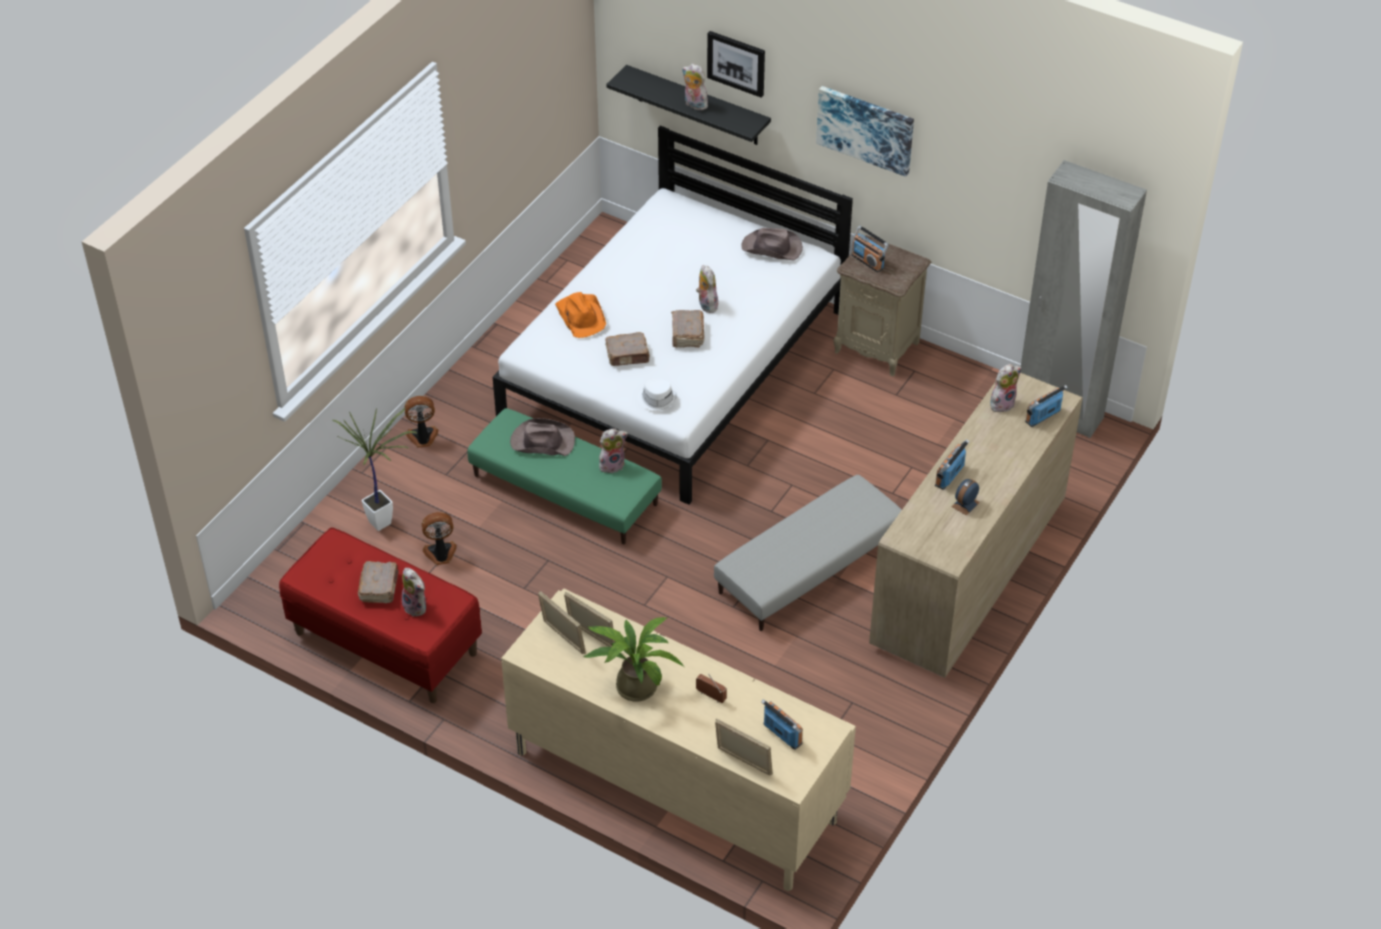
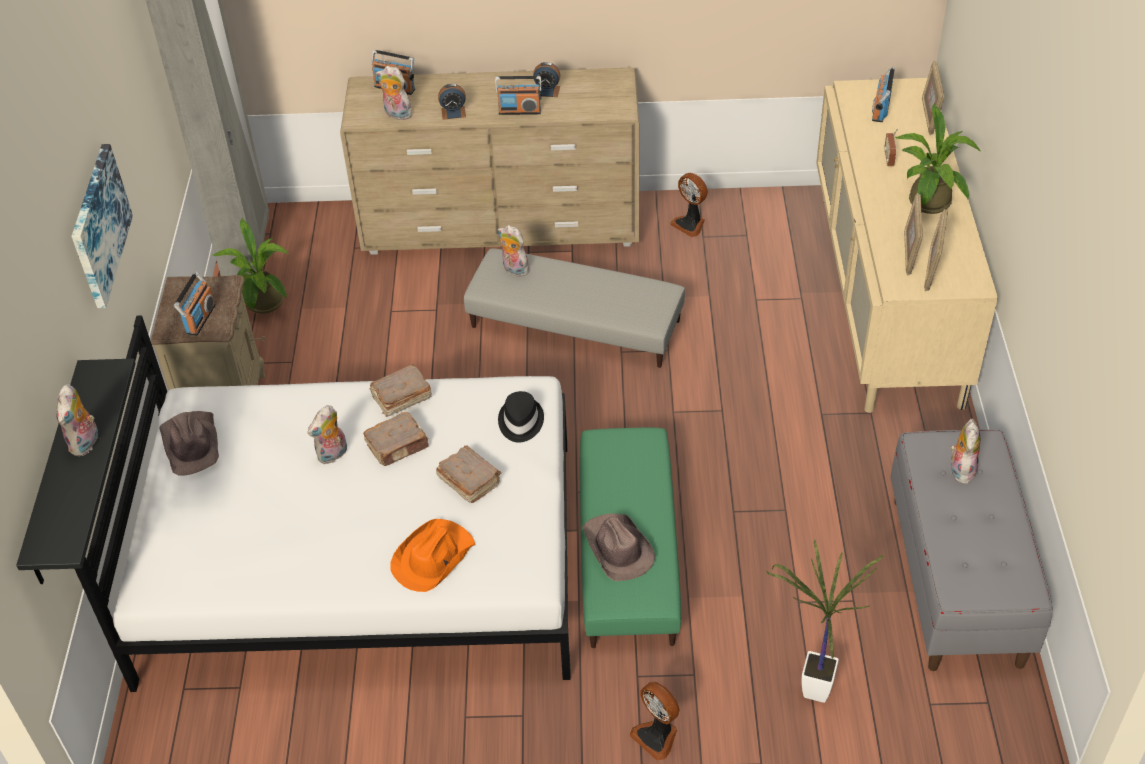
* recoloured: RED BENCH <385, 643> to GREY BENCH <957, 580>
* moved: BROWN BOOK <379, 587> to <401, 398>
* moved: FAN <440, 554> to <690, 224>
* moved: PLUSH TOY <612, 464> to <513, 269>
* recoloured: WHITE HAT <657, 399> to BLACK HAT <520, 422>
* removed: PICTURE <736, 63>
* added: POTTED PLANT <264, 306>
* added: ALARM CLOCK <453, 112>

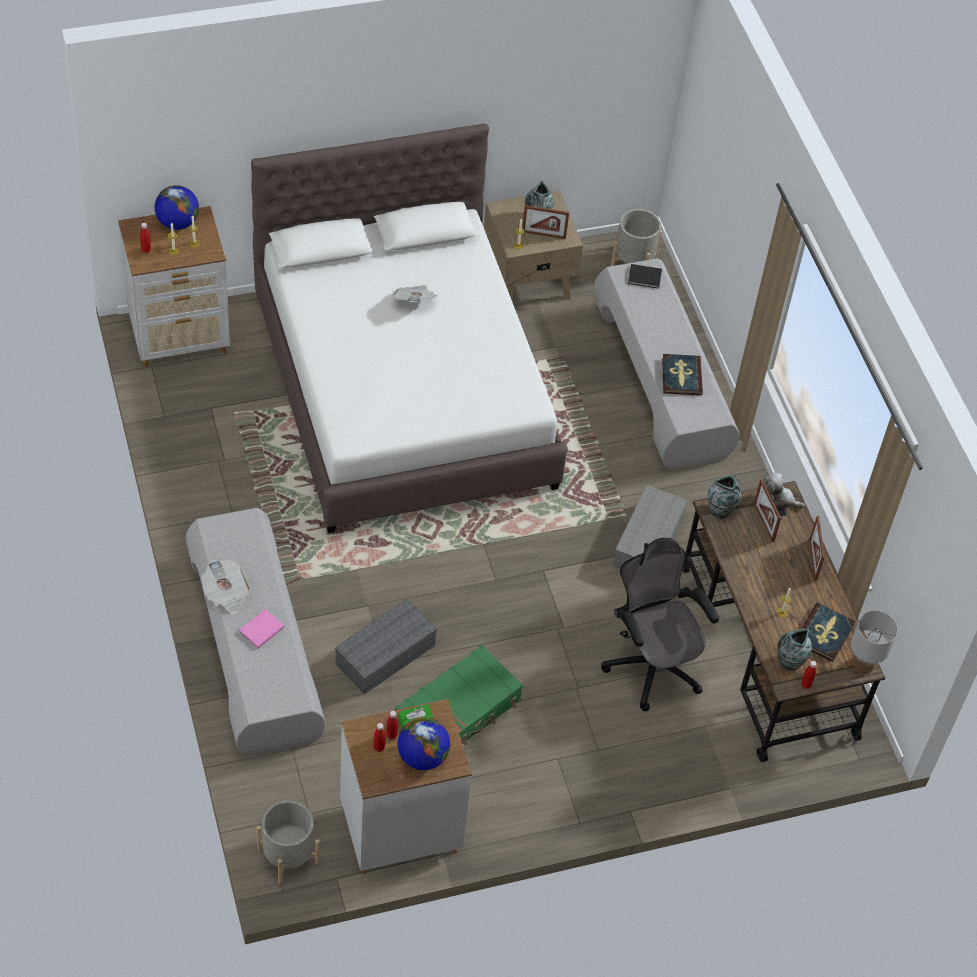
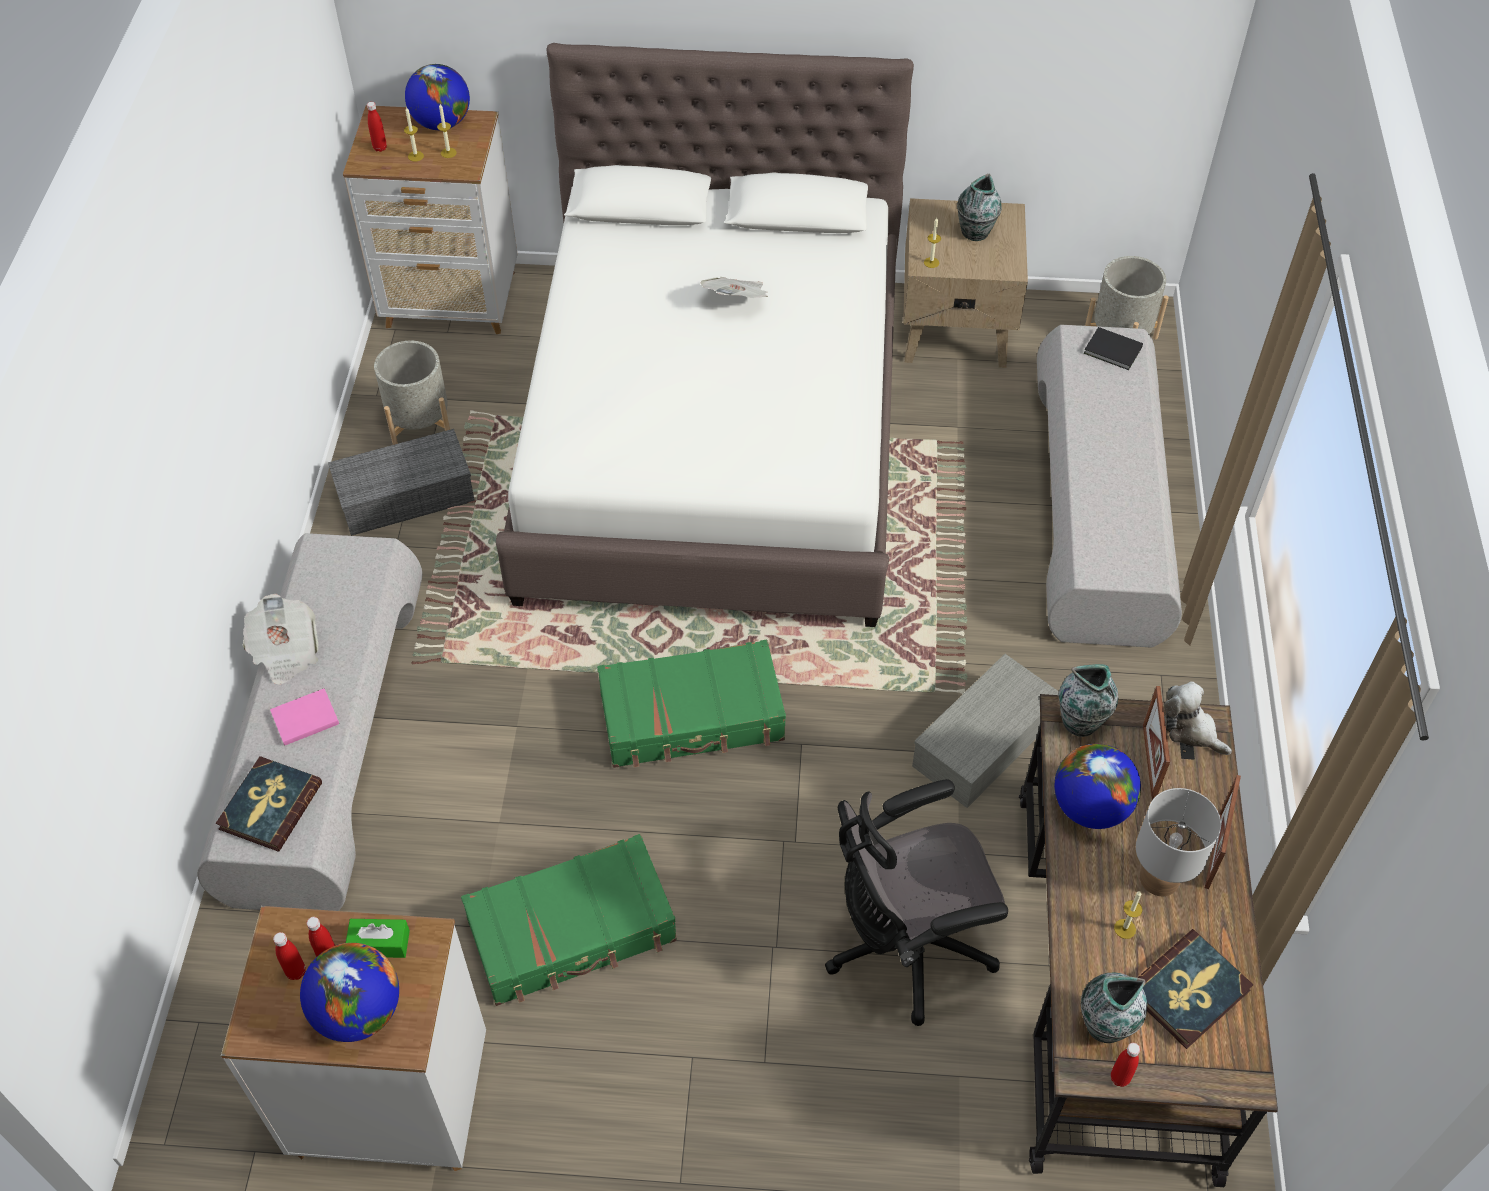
* moved: GREY PLANTER <288, 856> to <420, 424>
* moved: GREY STORAGE BOX <385, 653> to <407, 494>
* removed: PICTURE FRAME <543, 234>
* turned: OFFICE CHAIR <651, 666> = <909, 946> 105 degrees counterclockwise
* moved: BOOK <681, 376> to <270, 806>
* moved: GREY TABLE LAMP <863, 664> to <1160, 879>
* added: GREEN SUITCASE <692, 717>
* added: GLOBE <1090, 807>

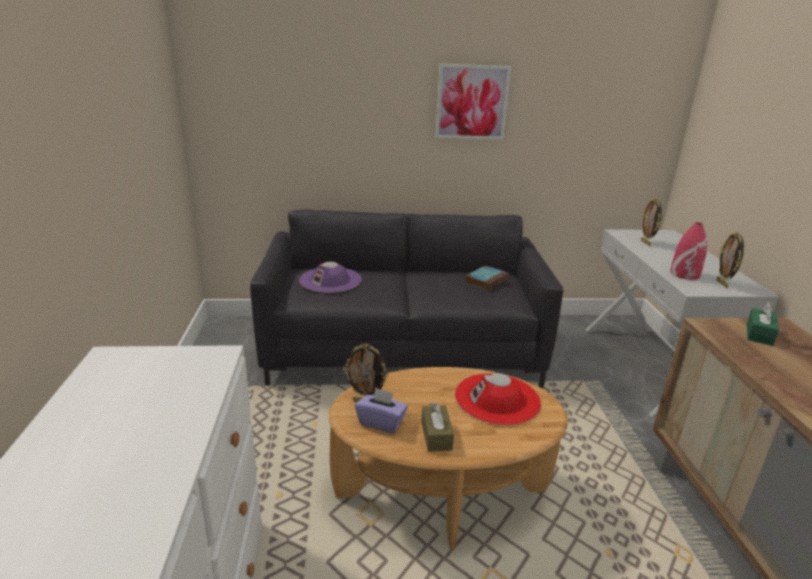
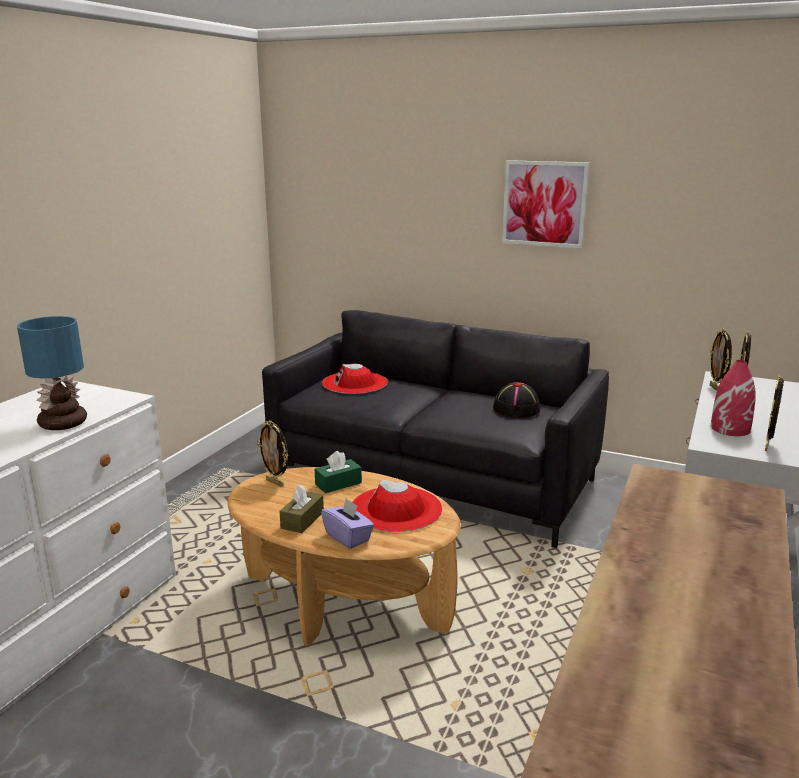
* recoloured: PURPLE HAT <330, 280> to RED HAT <355, 383>
* moved: PURPLE TISSUE BOX <381, 422> to <348, 537>
* replaced: BOOK <486, 280> to BLACK HAT <516, 409>
* moved: GREEN TISSUE BOX <759, 334> to <338, 484>
* added: TABLE LAMP <64, 422>
* added: PICTURE FRAME <715, 388>

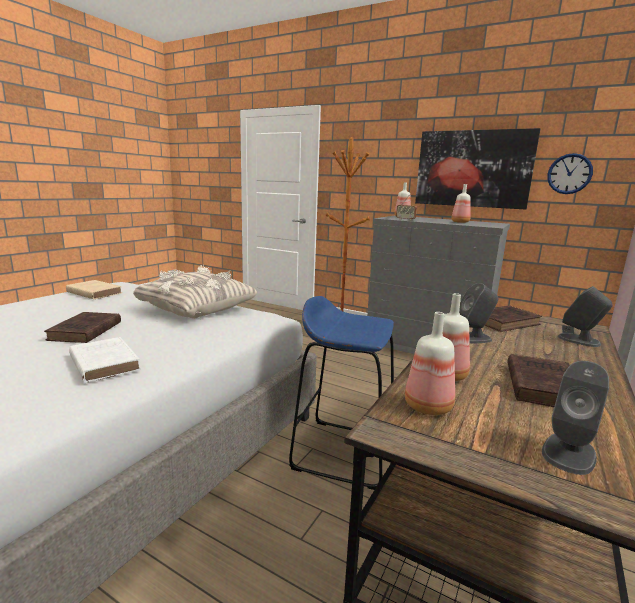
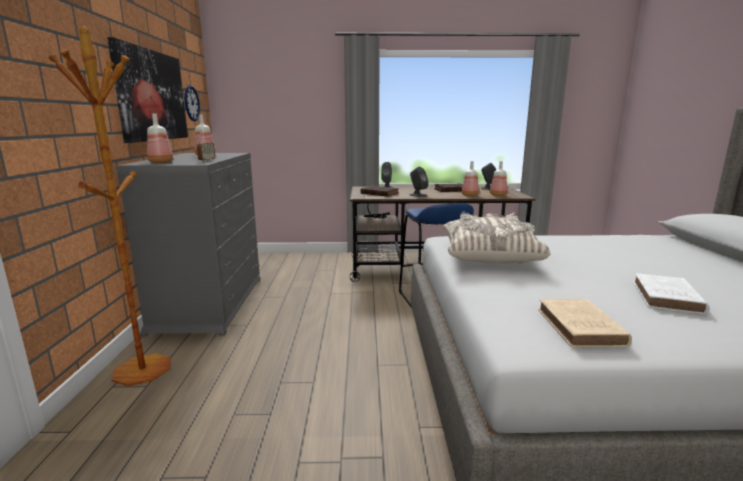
* removed: BROWN BOOK <84, 332>
* moved: WHITE BOOK <104, 362> to <667, 298>

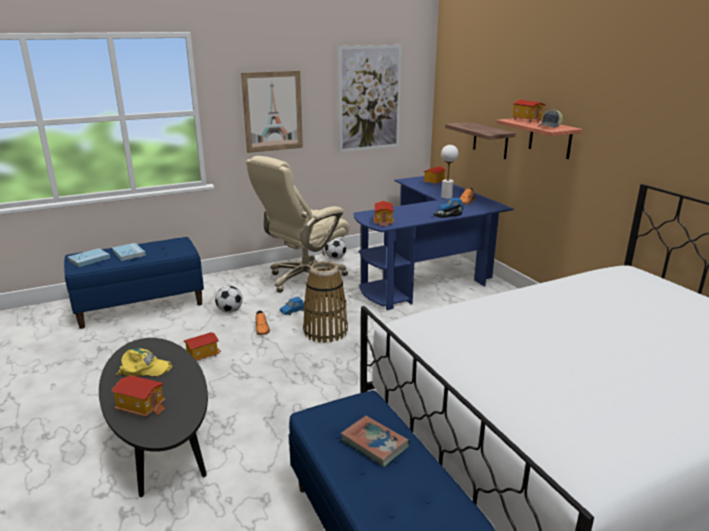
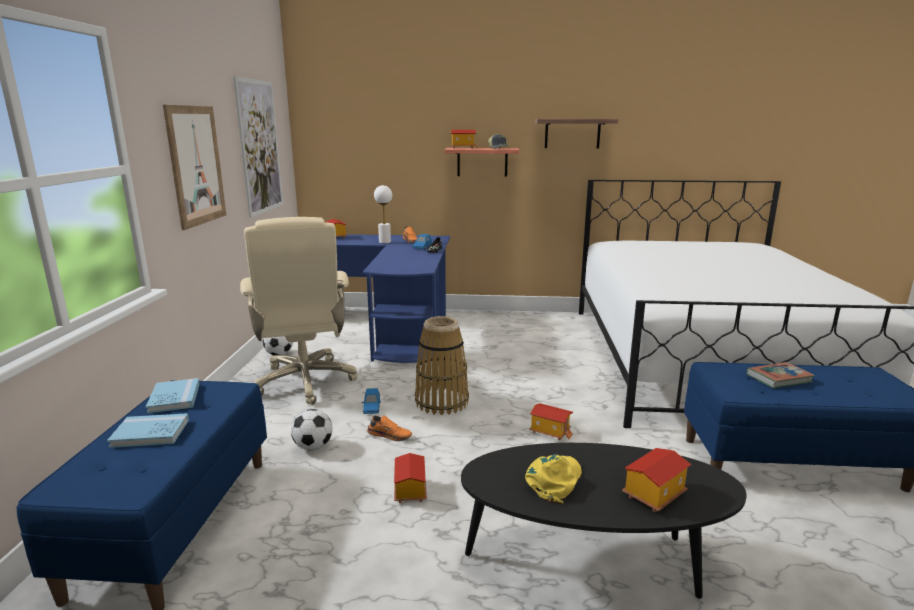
* moved: BLUE BOOK <89, 259> to <174, 398>
* moved: TOY HOUSE <383, 222> to <550, 431>
* moved: SHELF <490, 140> to <572, 133>

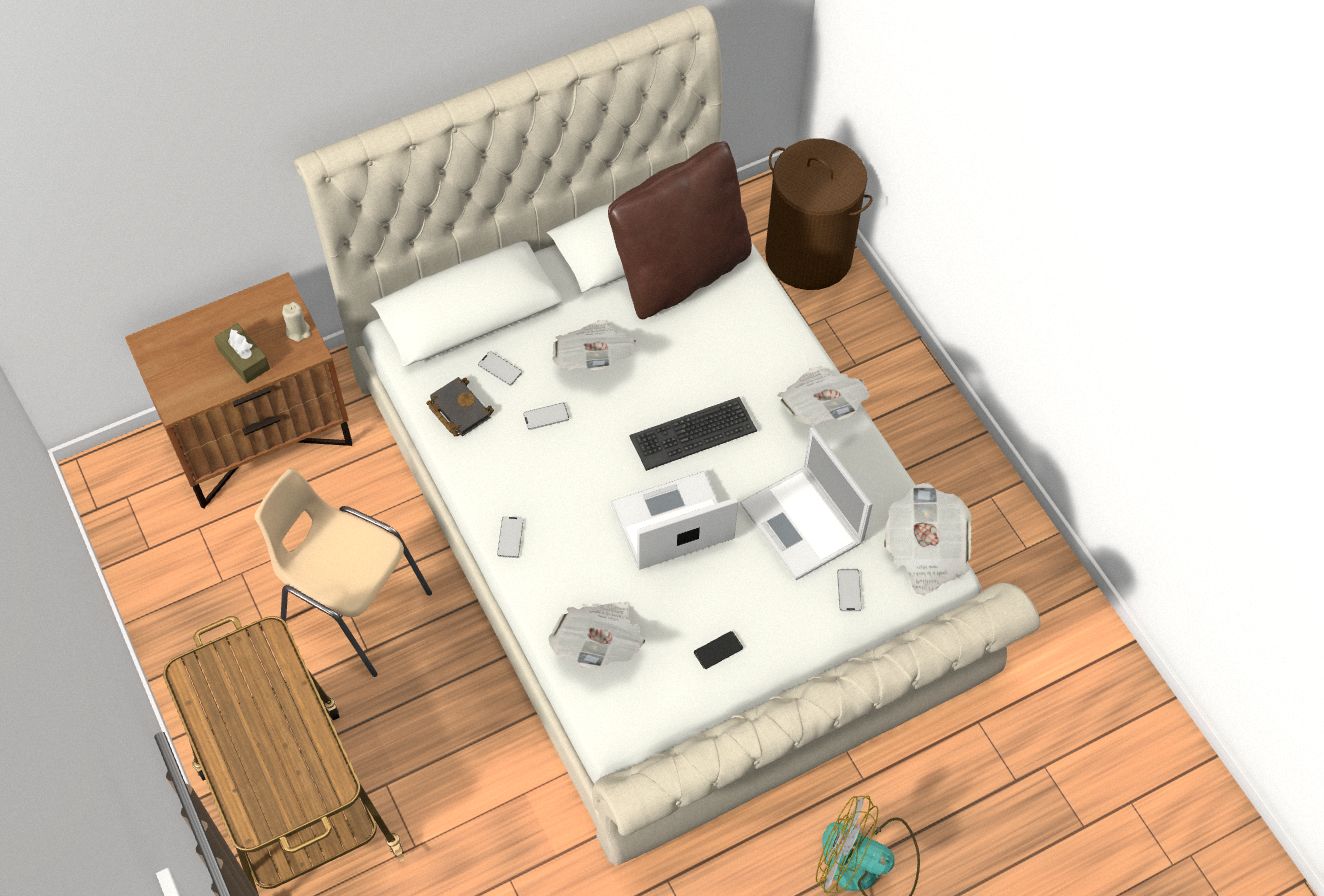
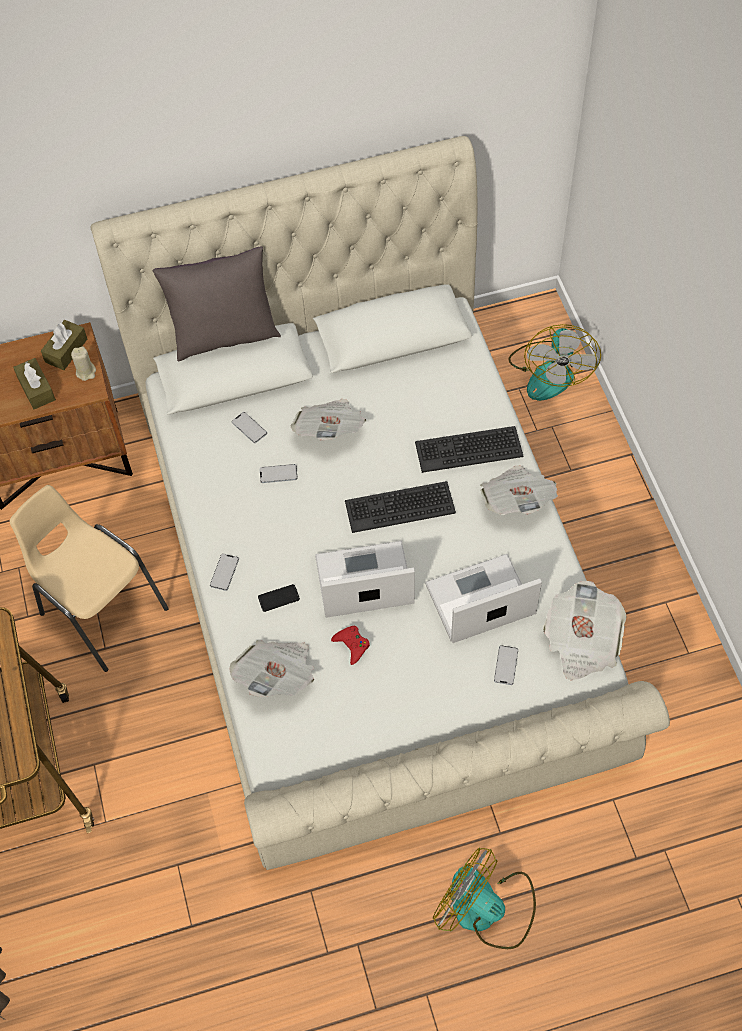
* removed: BLACK BOOK <457, 410>
* removed: BROWN PILLOW <680, 272>
* moved: PHONE <718, 650> to <278, 598>
* turned: LAPTOP <803, 524> = <478, 601> 90 degrees clockwise
* replaced: BROWN LAUNDRY BASKET <809, 255> to FAN <550, 371>
* added: BROWN TISSUE BOX <66, 350>
* added: GREY PILLOW <224, 336>
* added: RED GAME CONTROLLER <352, 645>
* added: KEYBOARD <468, 449>

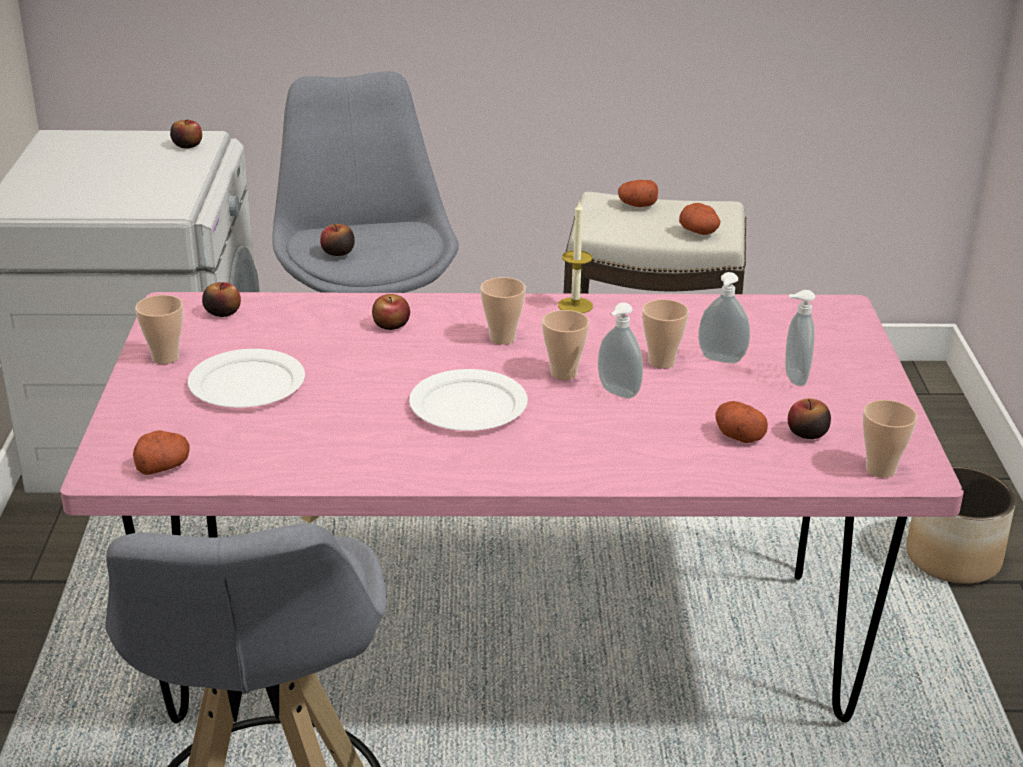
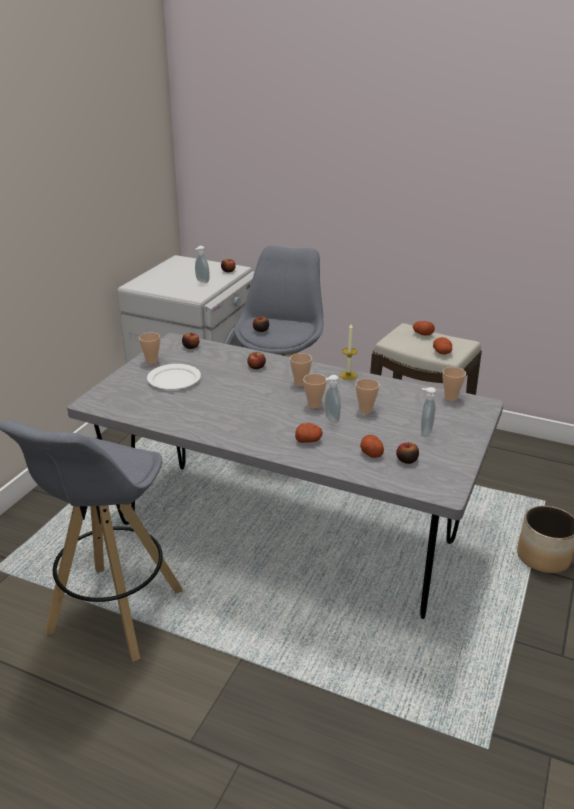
* recoloured: PINK DINING TABLE <506, 646> to GREY DINING TABLE <284, 533>
* moved: POTATO <163, 466> to <308, 440>
* removed: WHITE PLATE <469, 406>
* moved: SOAP DISPENSER <721, 360> to <202, 282>
* moved: CUP <880, 469> to <450, 398>

